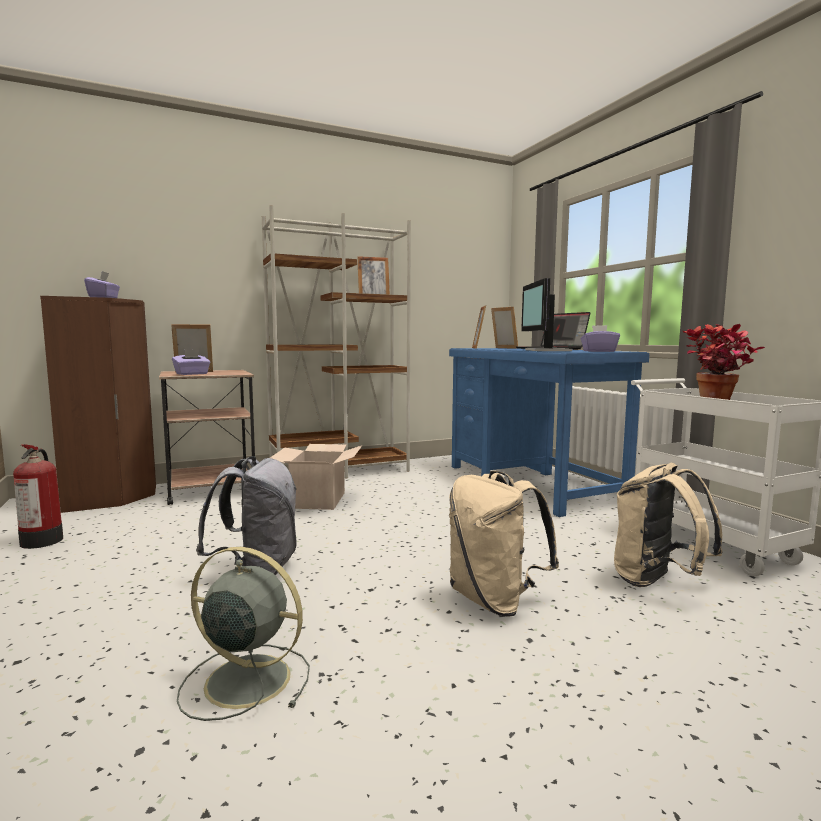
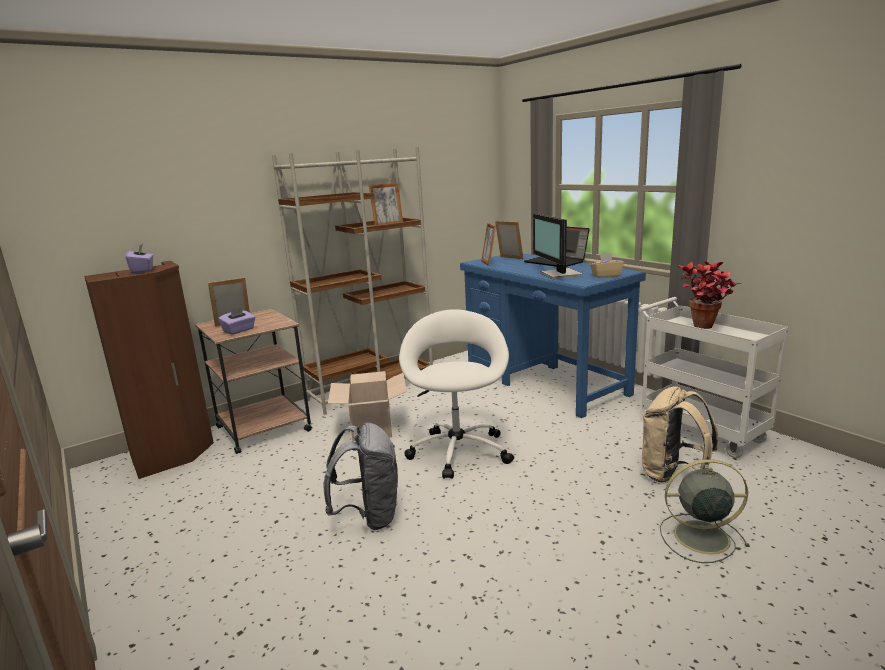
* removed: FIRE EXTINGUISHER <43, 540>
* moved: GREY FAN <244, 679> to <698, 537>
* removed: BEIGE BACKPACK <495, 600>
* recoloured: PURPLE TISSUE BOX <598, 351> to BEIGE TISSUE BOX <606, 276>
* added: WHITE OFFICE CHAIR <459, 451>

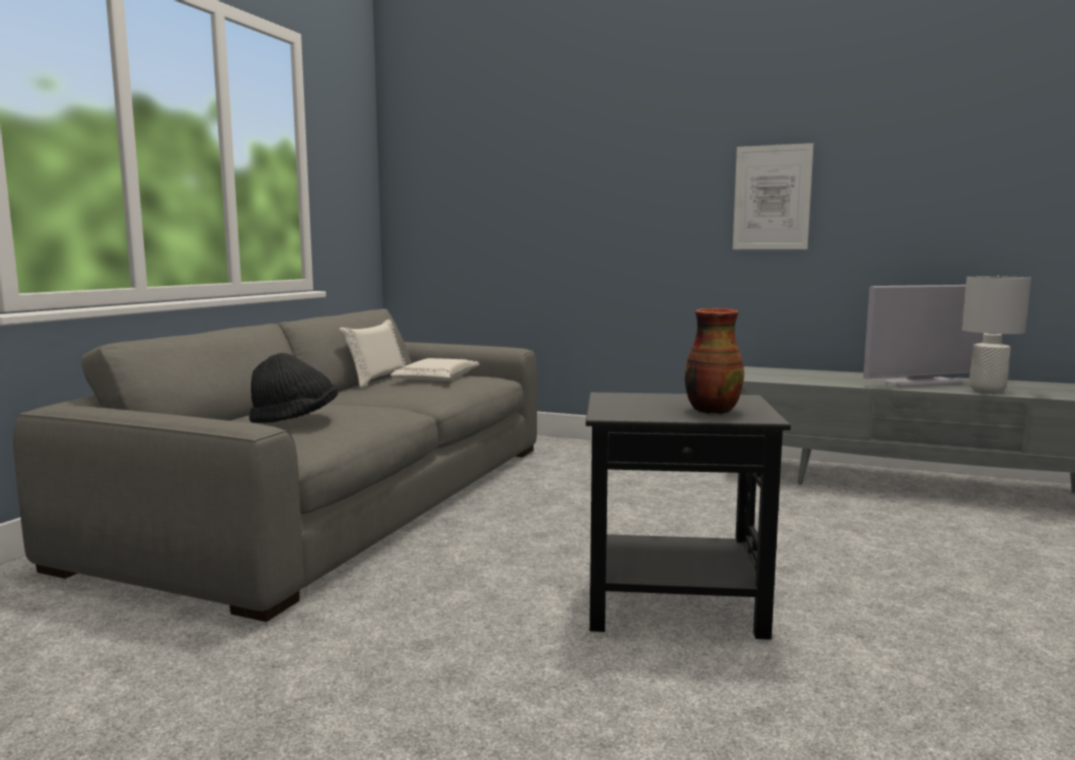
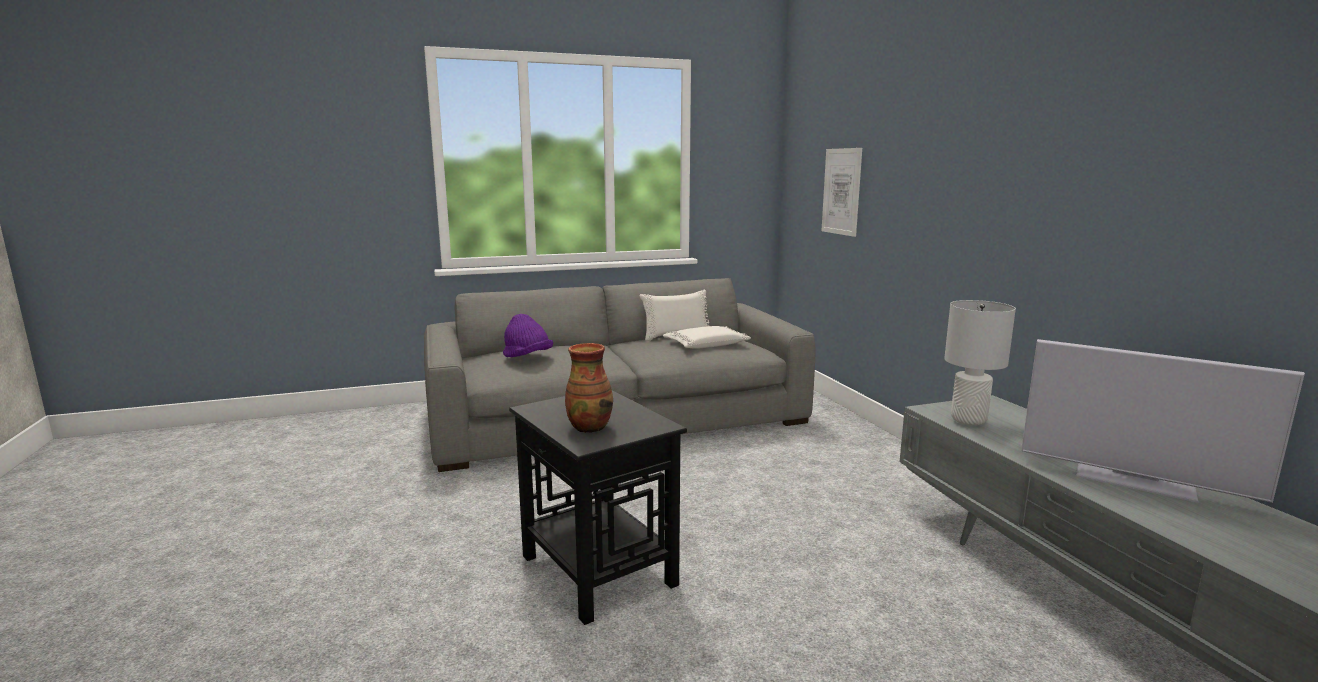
* recoloured: BLACK HAT <295, 420> to PURPLE HAT <527, 358>
* moved: PICTURE <772, 197> to <841, 191>
* moved: GREY TABLE LAMP <987, 391> to <968, 422>

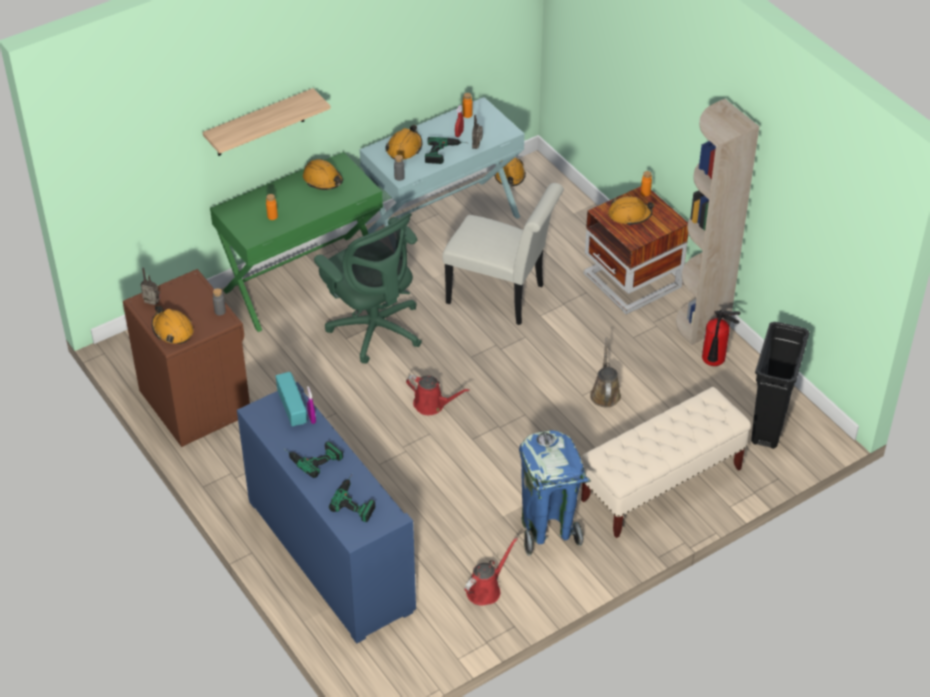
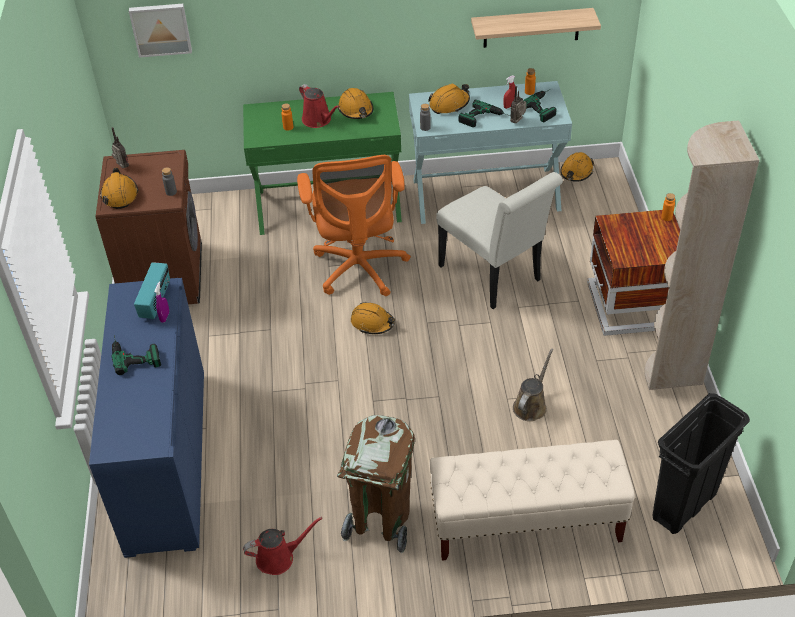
* moved: SHELF <259, 123> to <531, 28>
* recoloured: GREEN OFFICE CHAIR <370, 326> to ORANGE OFFICE CHAIR <357, 263>
* moved: POWER DRILL <357, 498> to <545, 106>
* moved: RED WATERING CAN <432, 405> to <318, 120>
* recoloured: BLUE TRASH CAN <548, 529> to BROWN TRASH CAN <381, 521>
* moved: ORANGE HARD HAT <629, 215> to <372, 323>
* removed: FIRE EXTINGUISHER <713, 363>
* added: PICTURE <161, 29>

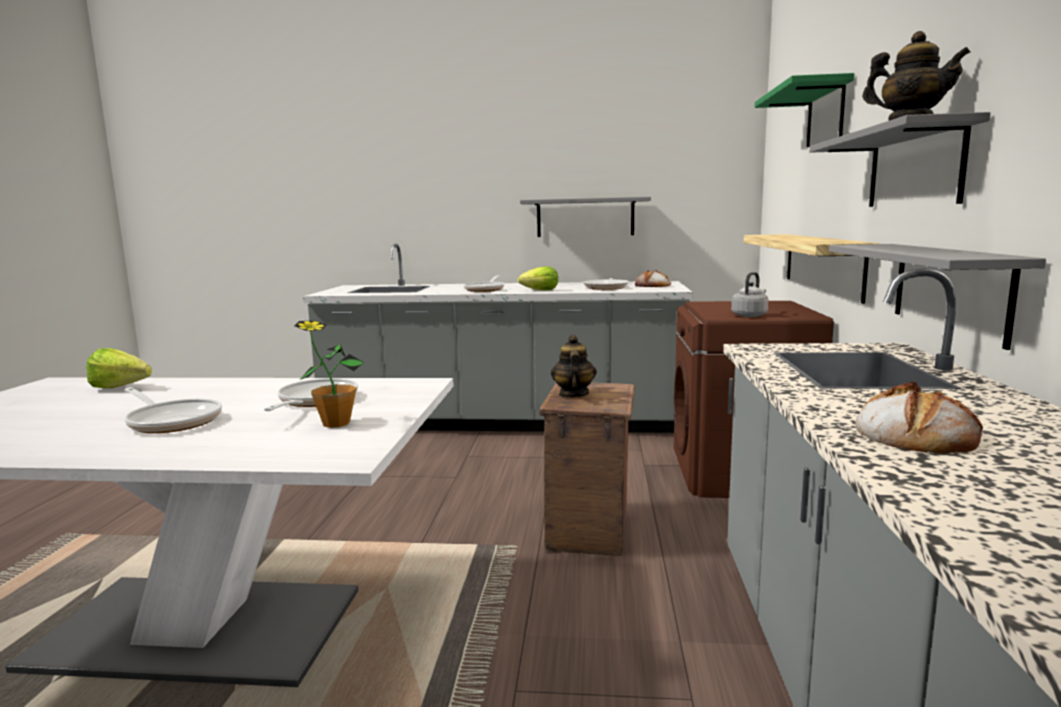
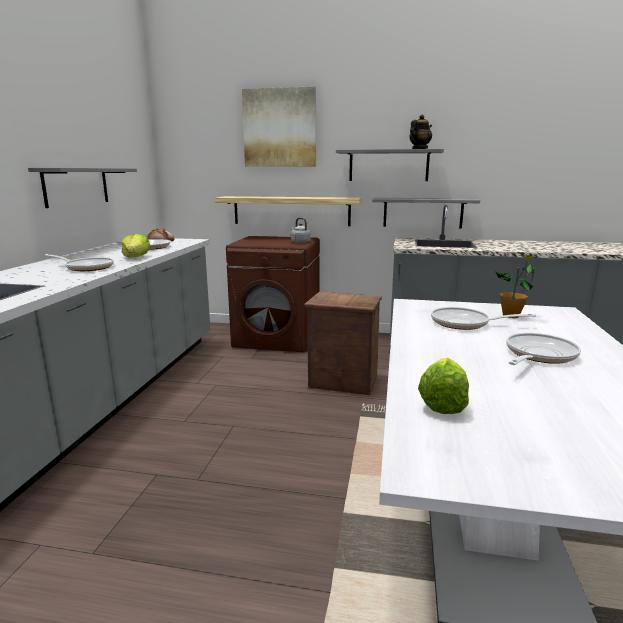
* removed: TEAPOT <573, 394>
* replaced: GREEN SHELF <825, 115> to PICTURE <279, 128>
* removed: BREAD <914, 434>

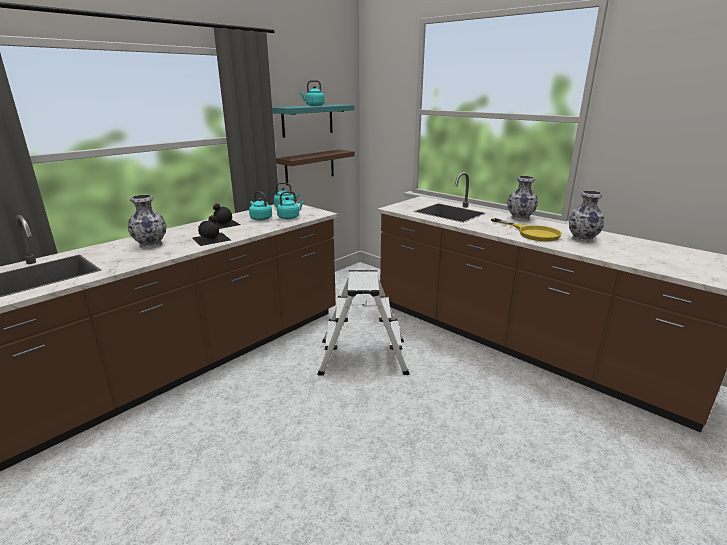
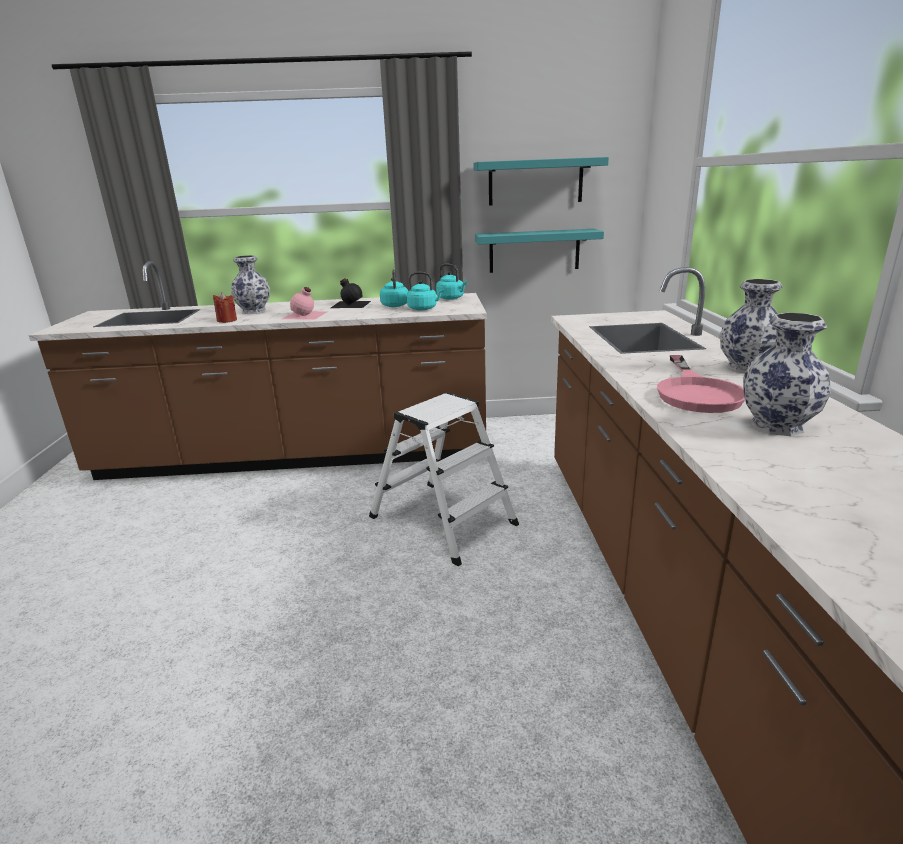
* recoloured: BLACK BOTTLE <212, 239> to PINK BOTTLE <305, 315>
* recoloured: BROWN SHELF <310, 167> to TURQUOISE SHELF <534, 251>
* removed: TURQUOISE KETTLE <313, 105>
* recoloured: YELLOW FRYING PAN <532, 233> to PINK FRYING PAN <696, 392>
* added: RED CANDLE <227, 320>

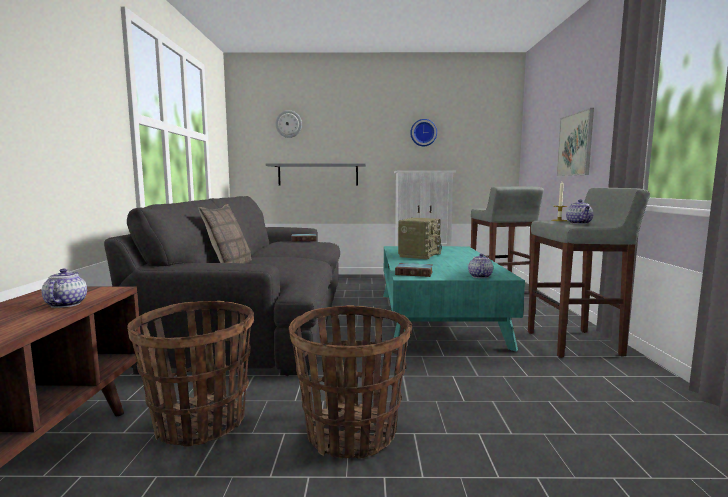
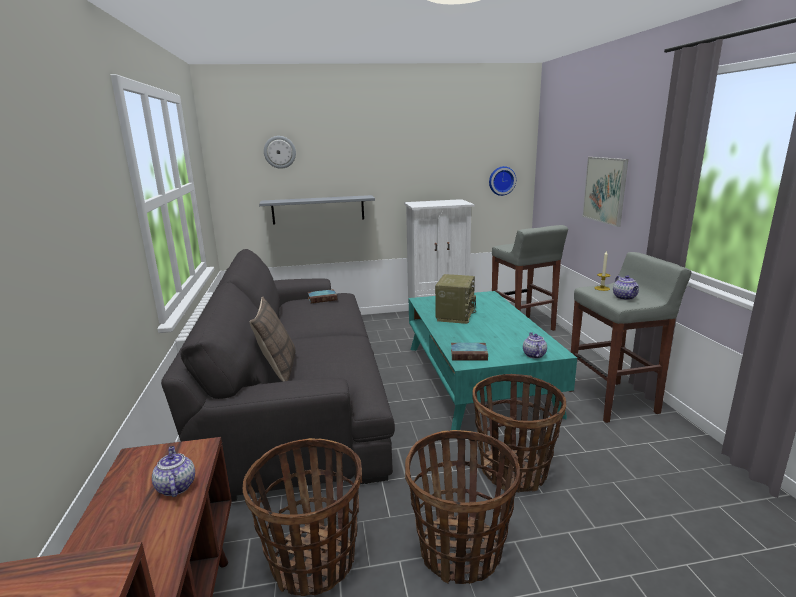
* moved: WALL CLOCK <423, 133> to <501, 180>
* added: BASKET <514, 471>

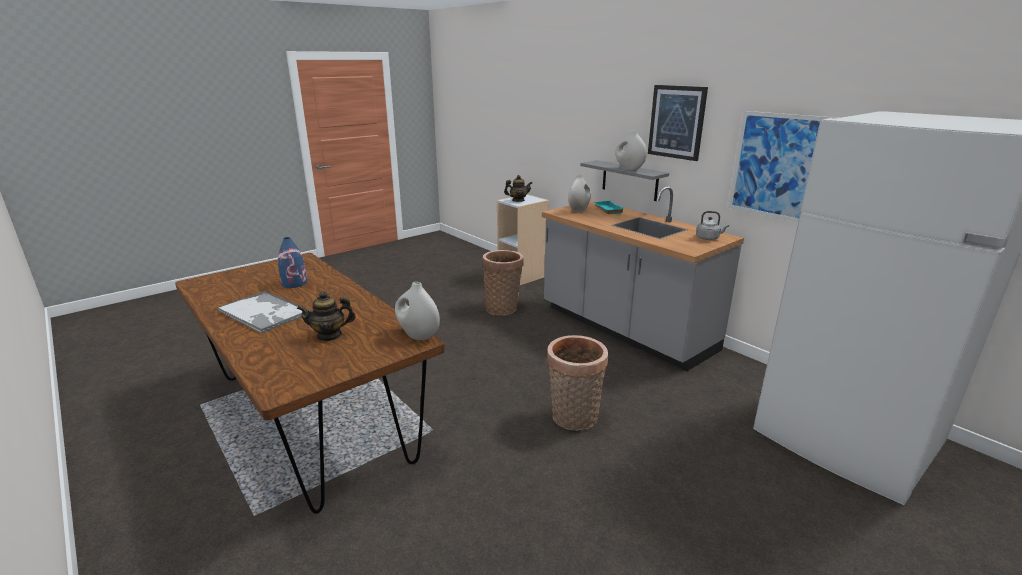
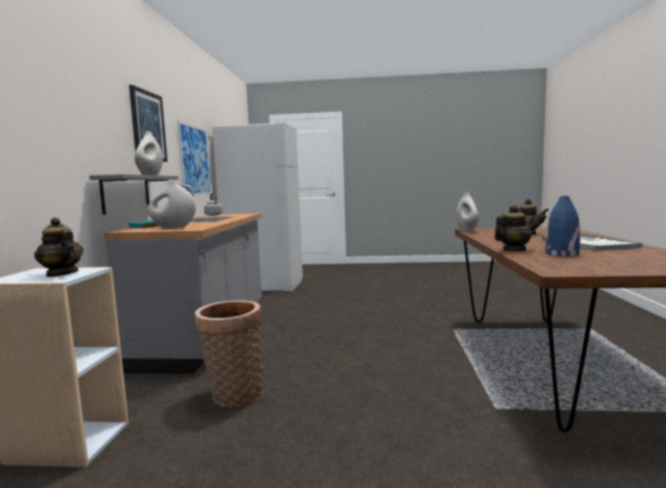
* removed: BASKET <573, 419>
* added: TEAPOT <513, 250>

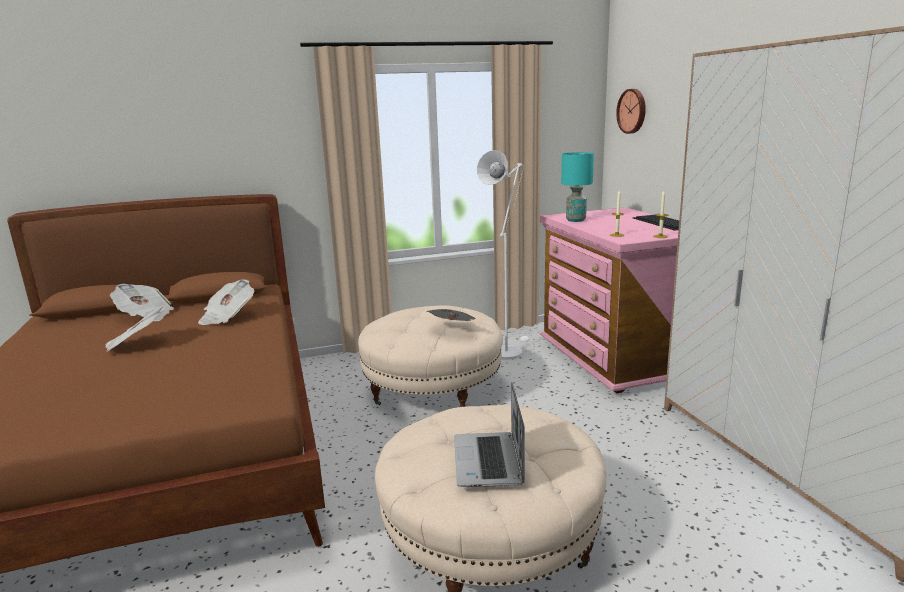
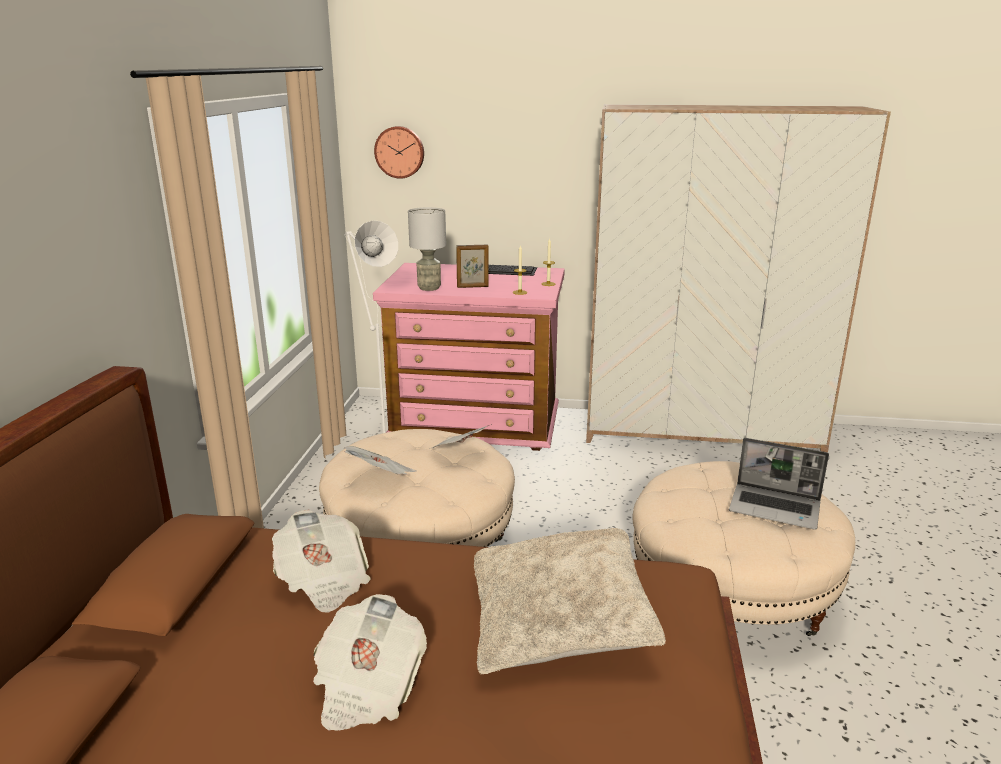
* moved: NEWSPAPER <145, 316> to <382, 477>
* recoloured: TURQUOISE TABLE LAMP <576, 220> to GREY TABLE LAMP <429, 288>
* added: PICTURE FRAME <472, 287>
* added: BEIGE PILLOW <558, 619>

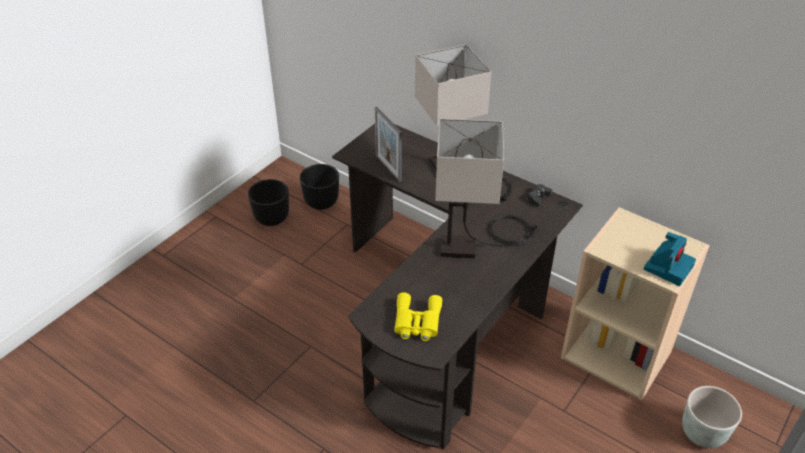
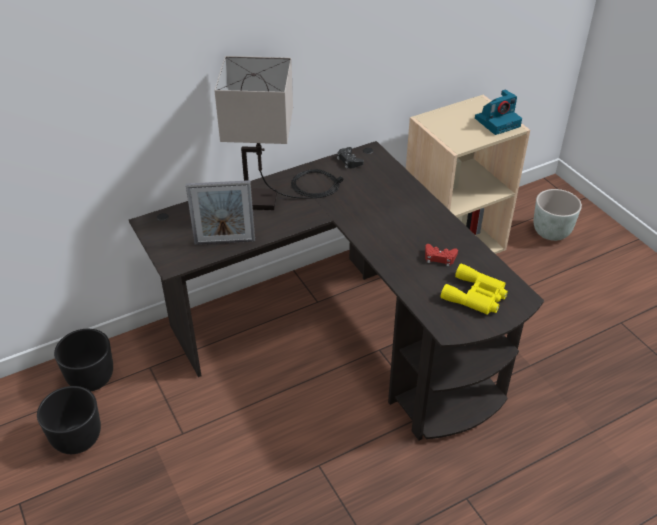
* removed: TABLE LAMP <481, 242>
* turned: PHOTO CAMERA <668, 267> = <498, 122> 90 degrees clockwise
* added: RED GAME CONTROLLER <439, 258>

